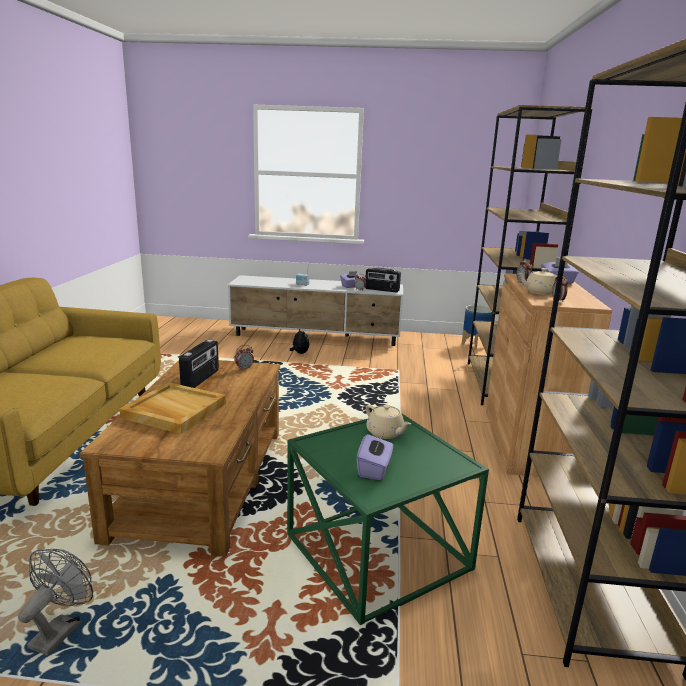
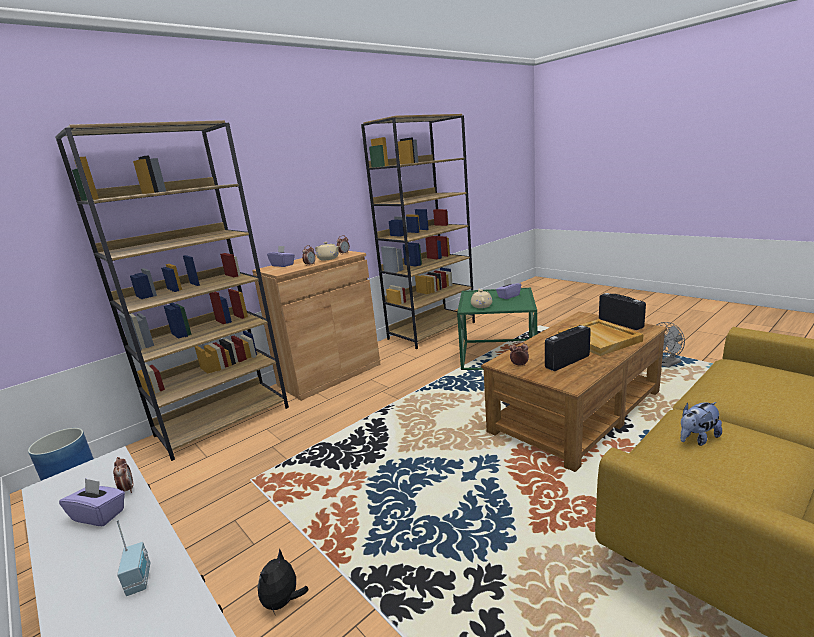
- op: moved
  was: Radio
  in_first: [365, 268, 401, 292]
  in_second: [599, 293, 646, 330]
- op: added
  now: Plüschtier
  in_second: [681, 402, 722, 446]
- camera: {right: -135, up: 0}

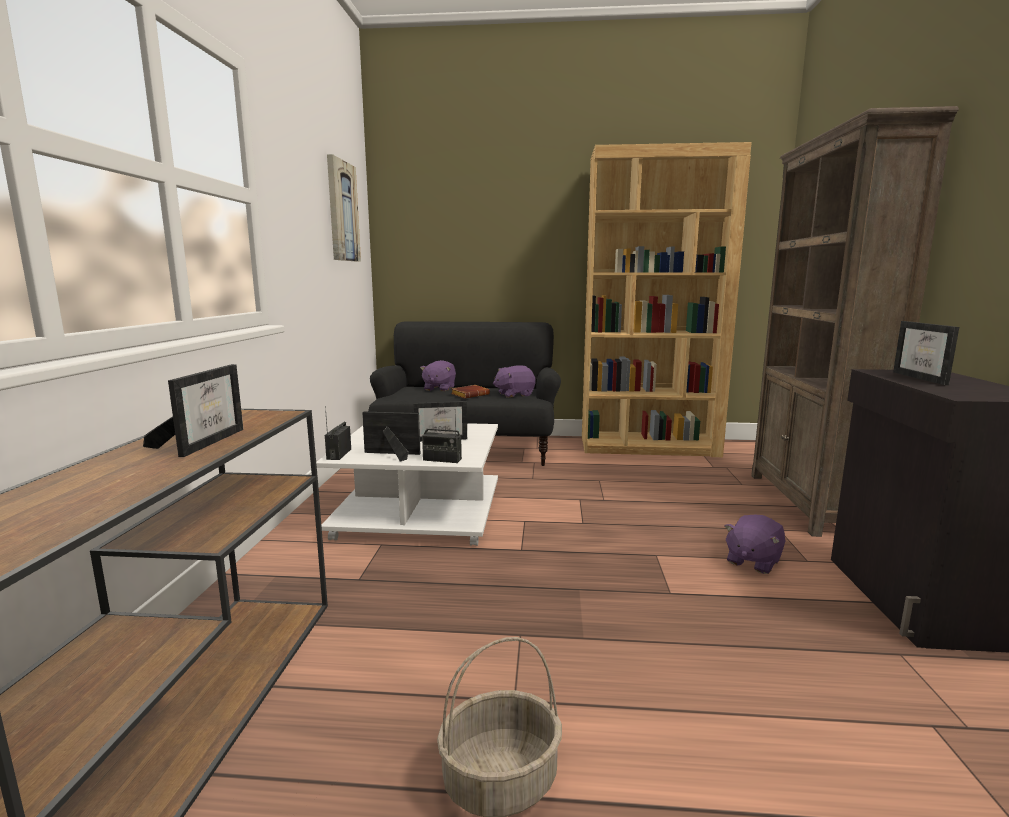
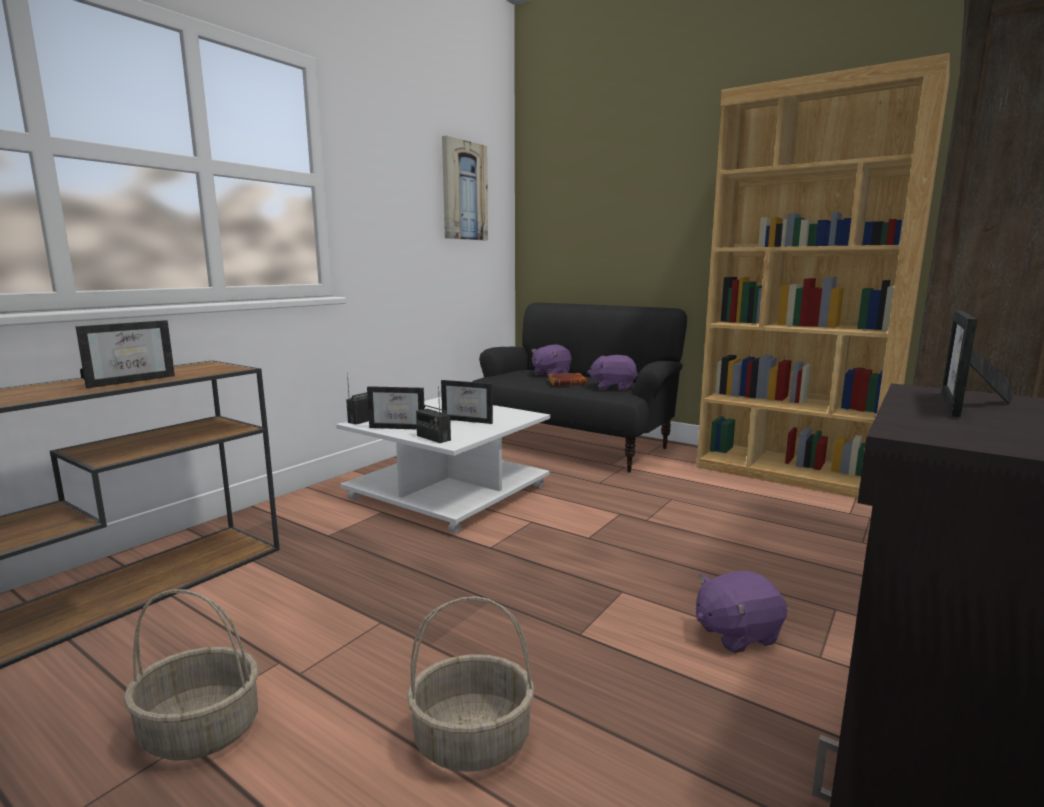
- op: turned
  was: Bilderrahmen
  in_first: [362, 411, 420, 462]
  in_second: [367, 386, 425, 430]
  clockwise: 150
- op: added
  now: Korb
  in_second: [407, 596, 534, 772]
- camera: {right: 30, up: 0}

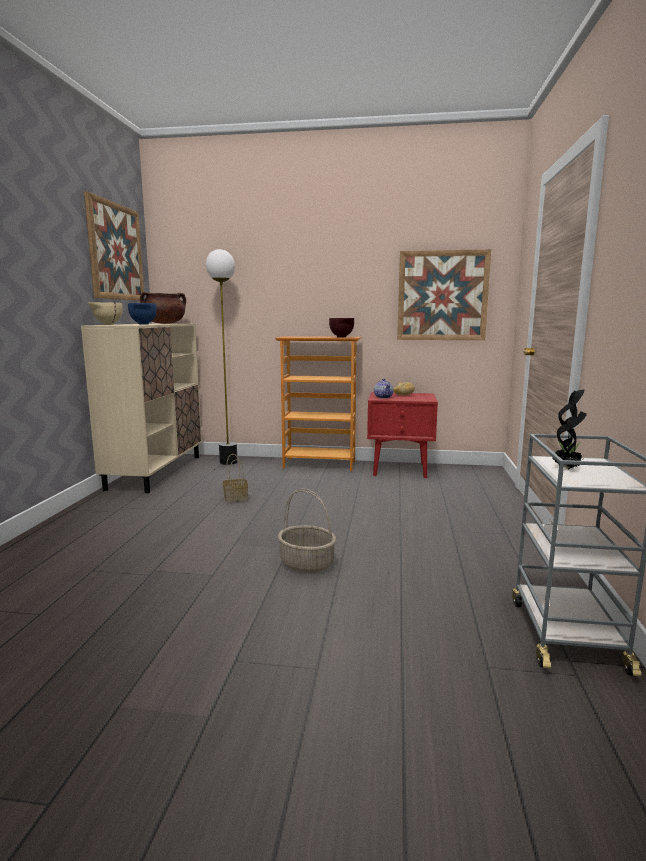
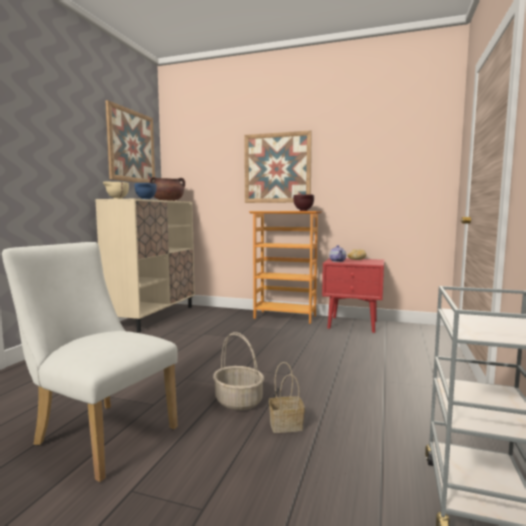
- op: removed
  was: Stehlampe
  in_first: [206, 249, 237, 465]
- op: moved
  was: Bild
  in_first: [397, 249, 491, 340]
  in_second: [244, 130, 312, 203]
- op: removed
  was: Topfpflanze
  in_first: [552, 389, 587, 470]
- op: moved
  was: Korb
  in_first: [223, 454, 248, 502]
  in_second: [269, 362, 305, 433]
- op: added
  now: Stuhl [weiß]
  in_second: [2, 242, 178, 482]
- camera: {right: 10, up: -5}

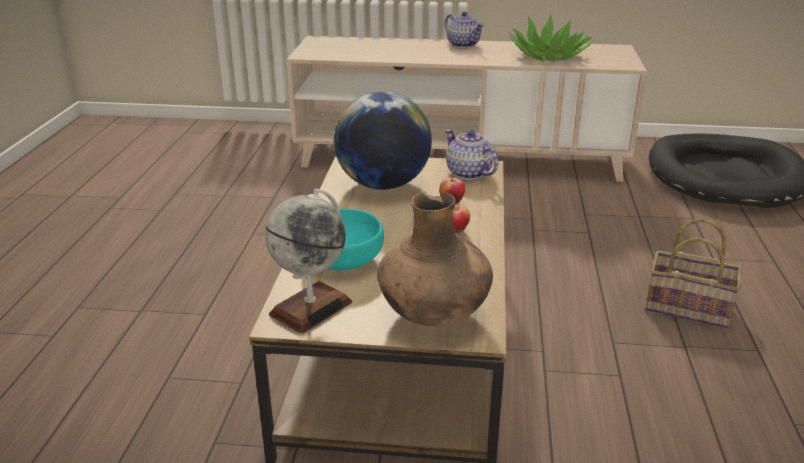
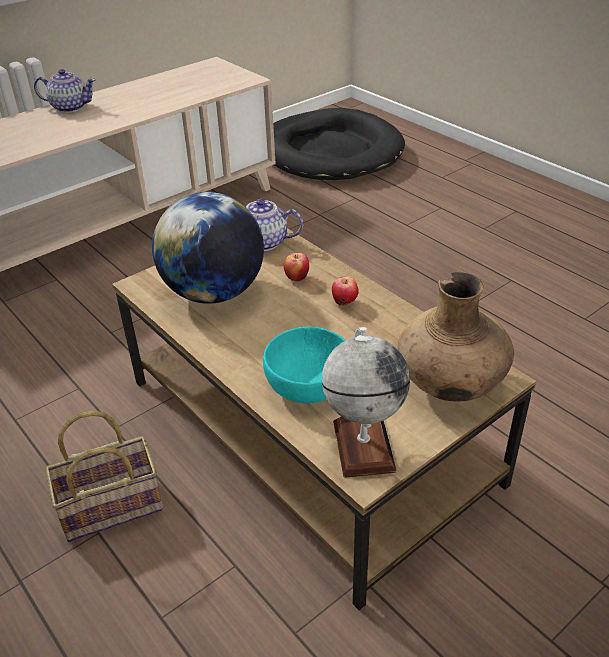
- op: removed
  was: Topfpflanze
  in_first: [508, 15, 595, 61]
- op: moved
  was: Korb
  in_first: [645, 218, 742, 328]
  in_second: [45, 411, 163, 542]
- camera: {right: -45, up: 10}

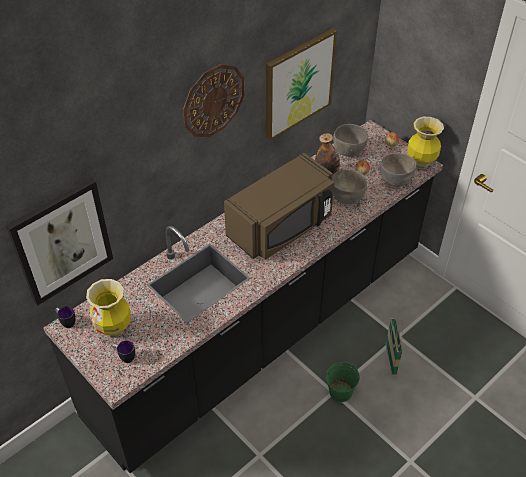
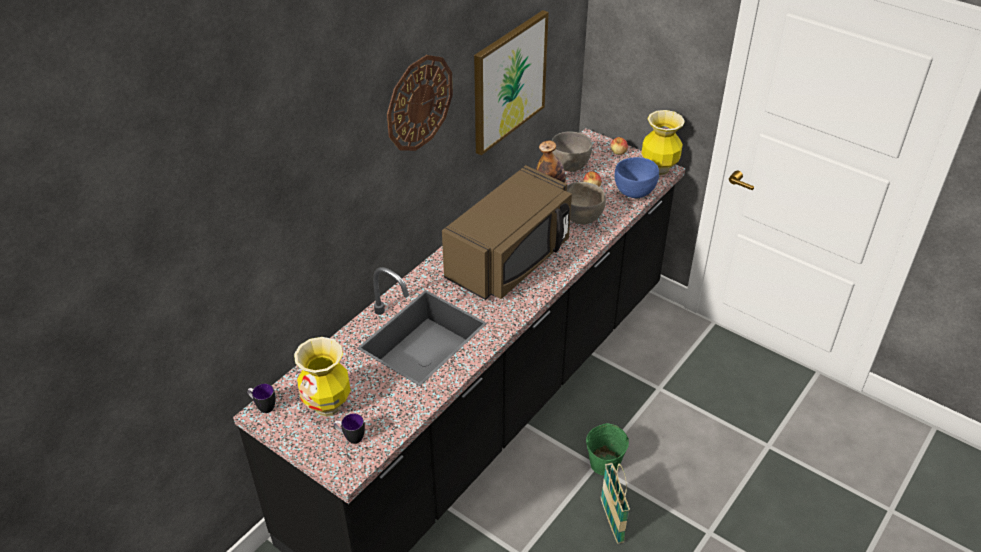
- op: recoloured
  was: Schüssel [grau]
  now: Schüssel [blau]
  in_first: [380, 153, 416, 187]
  in_second: [615, 157, 659, 198]
- op: removed
  was: Bild
  in_first: [6, 178, 113, 306]
- op: moved
  was: Korb
  in_first: [386, 317, 403, 375]
  in_second: [601, 463, 630, 544]
- camera: {right: -10, up: -5}

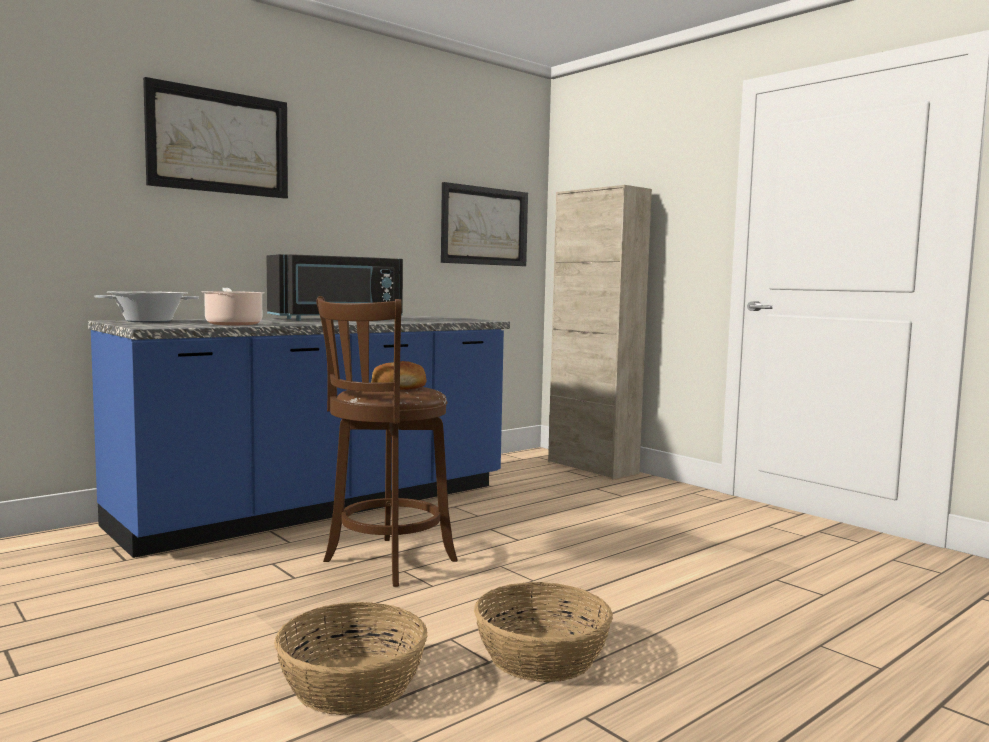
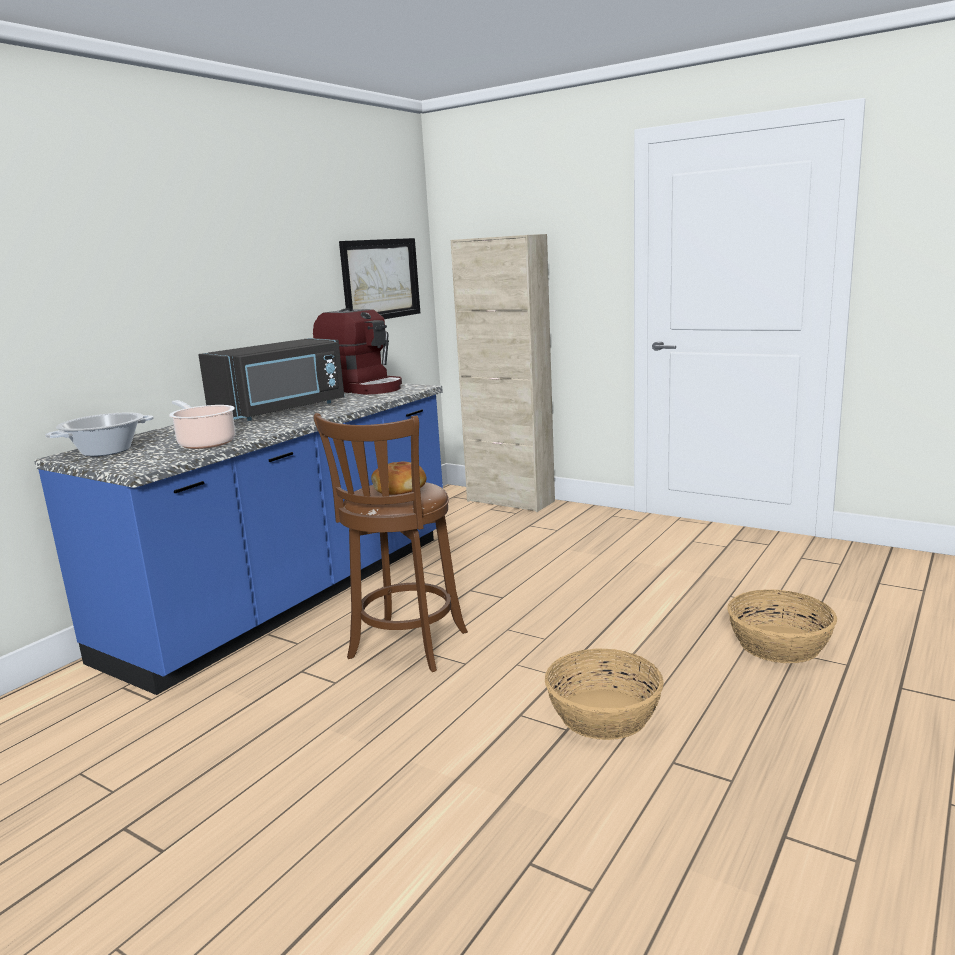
- op: removed
  was: Bild
  in_first: [143, 77, 288, 199]
- op: moved
  was: Korb
  in_first: [274, 602, 428, 715]
  in_second: [727, 589, 837, 663]
- op: added
  now: Kaffeemaschine
  in_second: [313, 309, 402, 395]
- camera: {right: -15, up: 10}

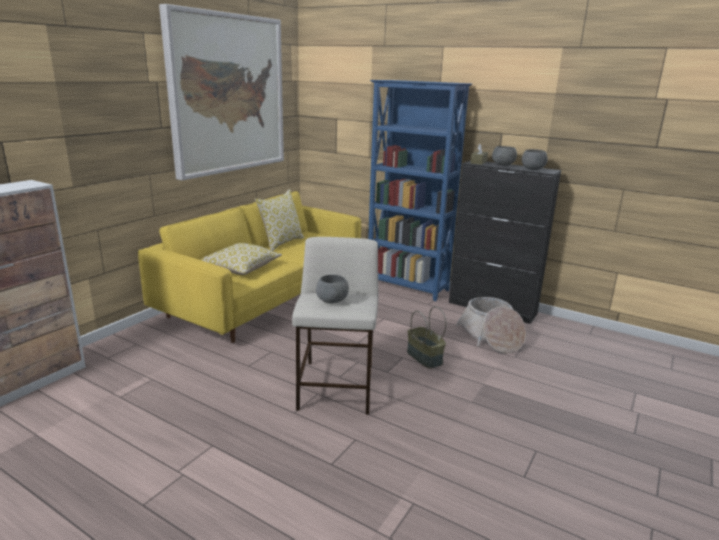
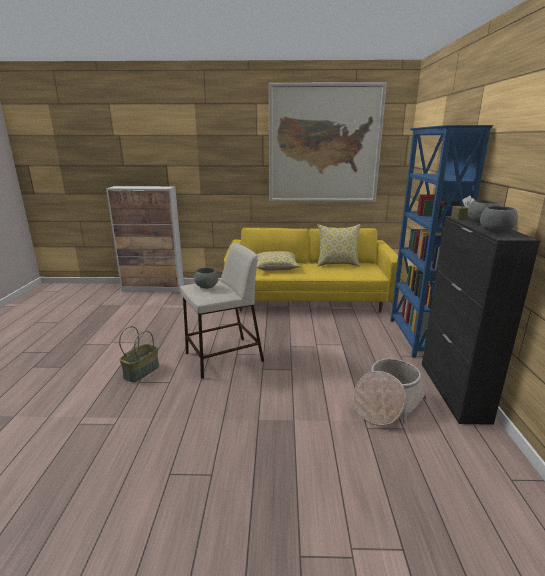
- op: moved
  was: Korb
  in_first: [407, 306, 446, 368]
  in_second: [119, 326, 159, 382]
- camera: {right: 60, up: 0}

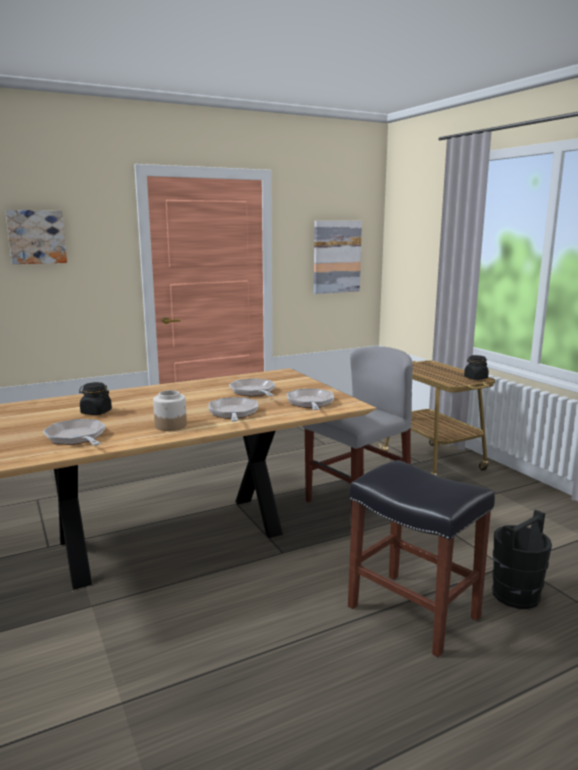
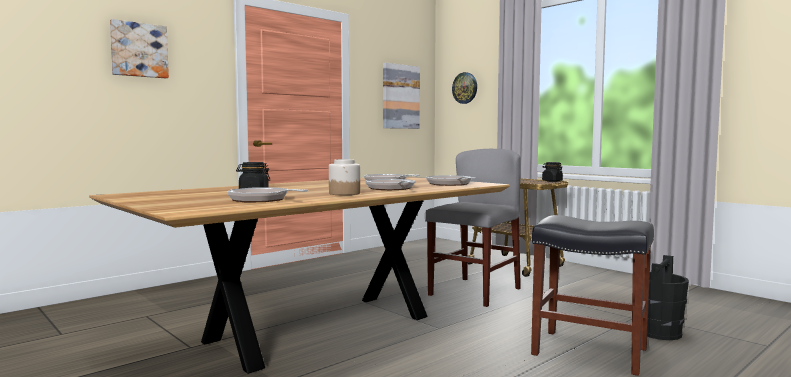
- op: added
  now: Wanduhr
  in_second: [452, 72, 477, 104]
- camera: {right: -15, up: -10}

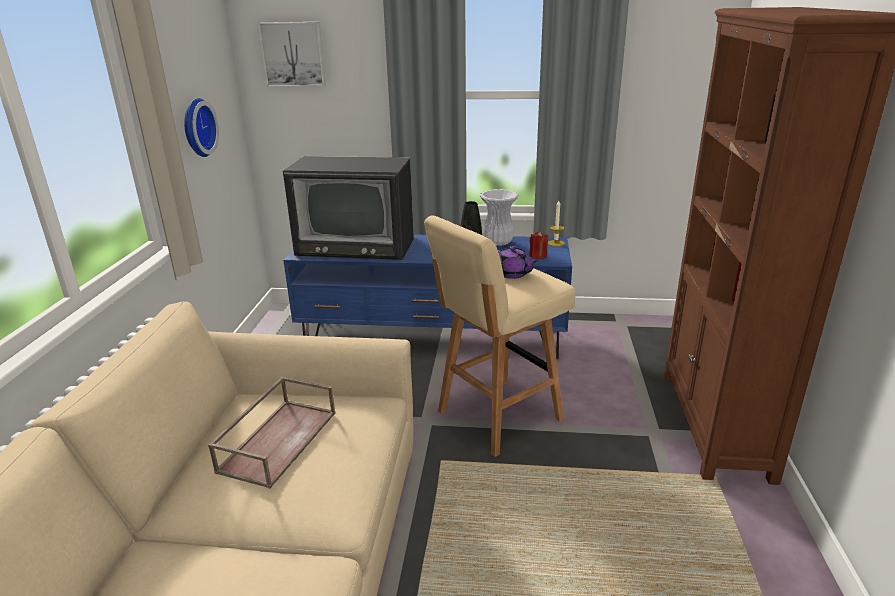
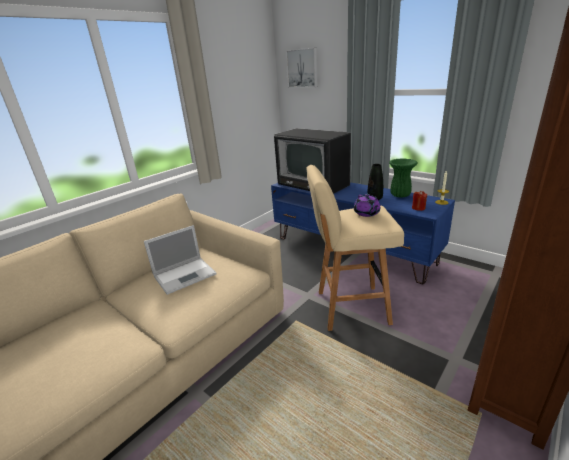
- op: removed
  was: Wanduhr
  in_first: [184, 98, 219, 157]
- op: recoloured
  was: Vase [weiß]
  now: Vase [grün]
  in_first: [480, 189, 519, 246]
  in_second: [389, 158, 418, 198]
- op: replaced
  was: Tablett [braun]
  now: Laptop
  in_first: [208, 376, 335, 489]
  in_second: [144, 225, 217, 295]
- camera: {right: 35, up: 0}

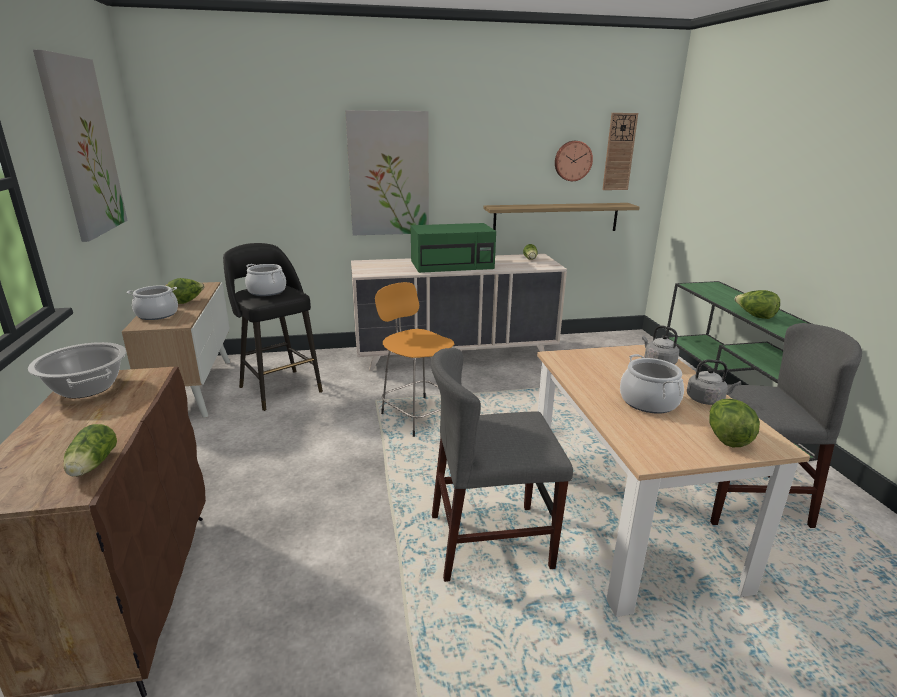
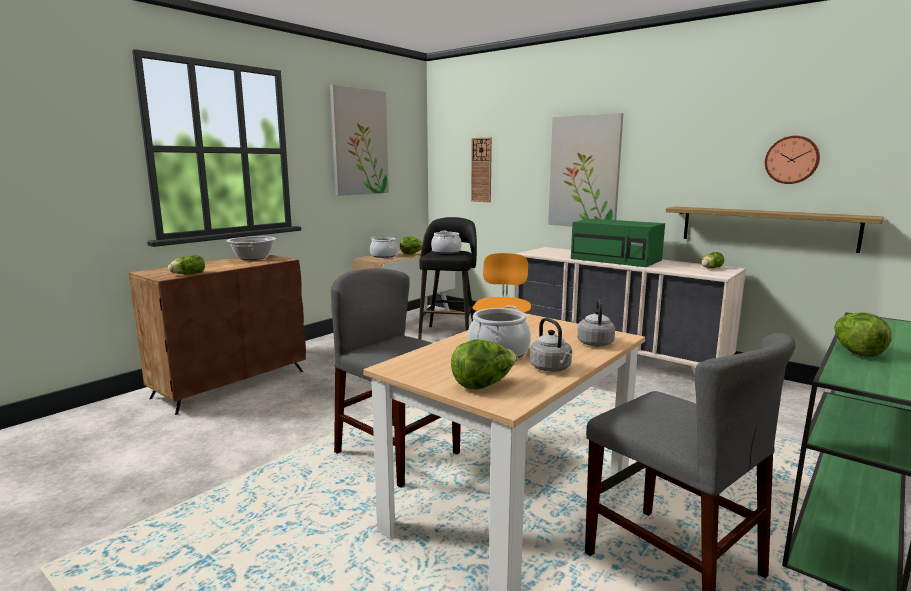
- op: moved
  was: Wanduhr
  in_first: [602, 113, 638, 190]
  in_second: [471, 137, 492, 202]
- camera: {right: 50, up: -10}

